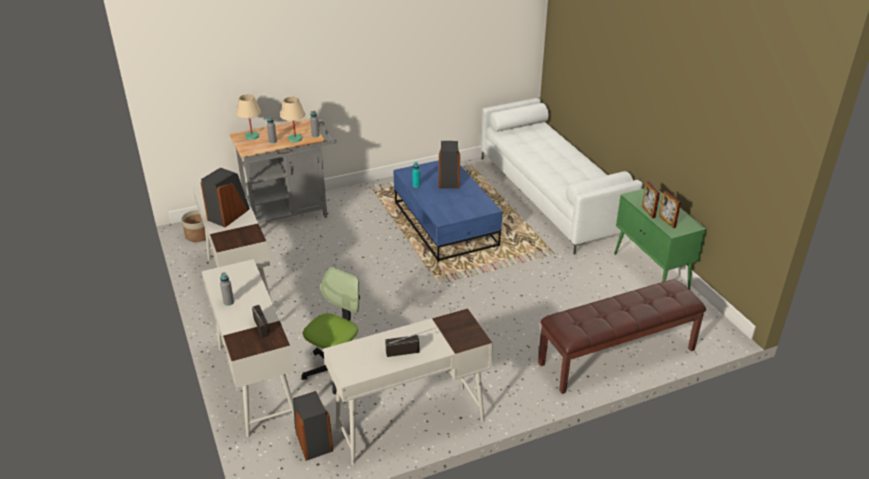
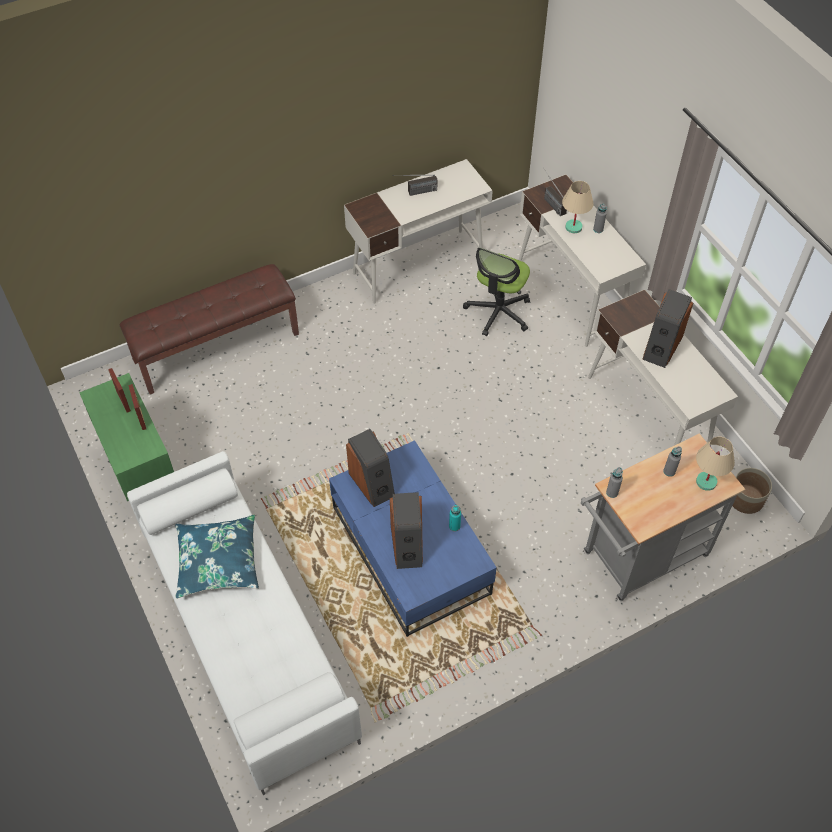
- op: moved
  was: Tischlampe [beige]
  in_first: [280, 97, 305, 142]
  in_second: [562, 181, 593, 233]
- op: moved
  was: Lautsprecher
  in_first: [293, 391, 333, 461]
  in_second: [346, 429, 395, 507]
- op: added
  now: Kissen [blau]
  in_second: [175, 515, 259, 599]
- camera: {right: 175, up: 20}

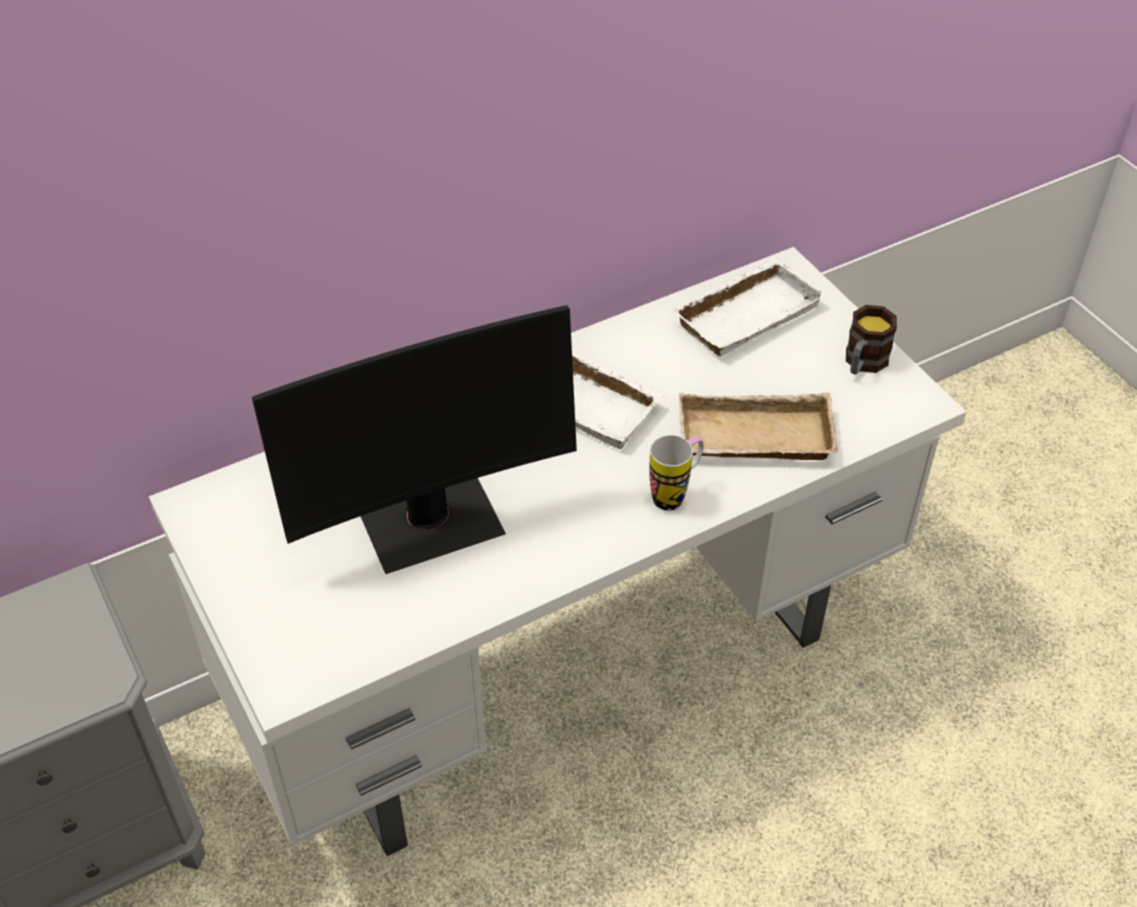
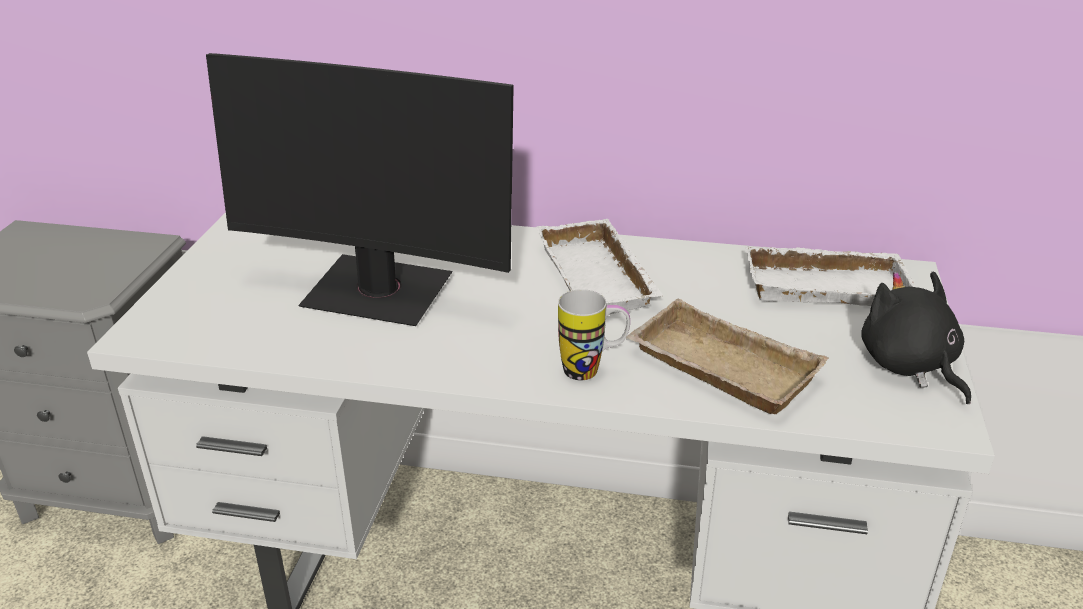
- op: replaced
  was: Henkelbecher
  now: Plüschtier [schwarz]
  in_first: [846, 305, 897, 375]
  in_second: [861, 271, 971, 404]
- camera: {right: 40, up: -15}

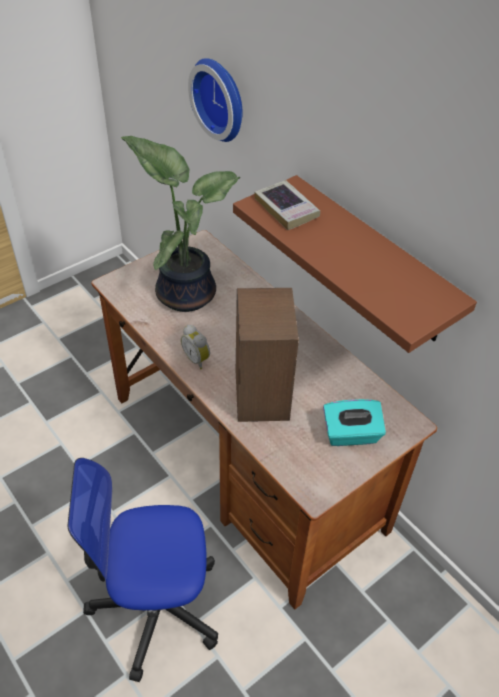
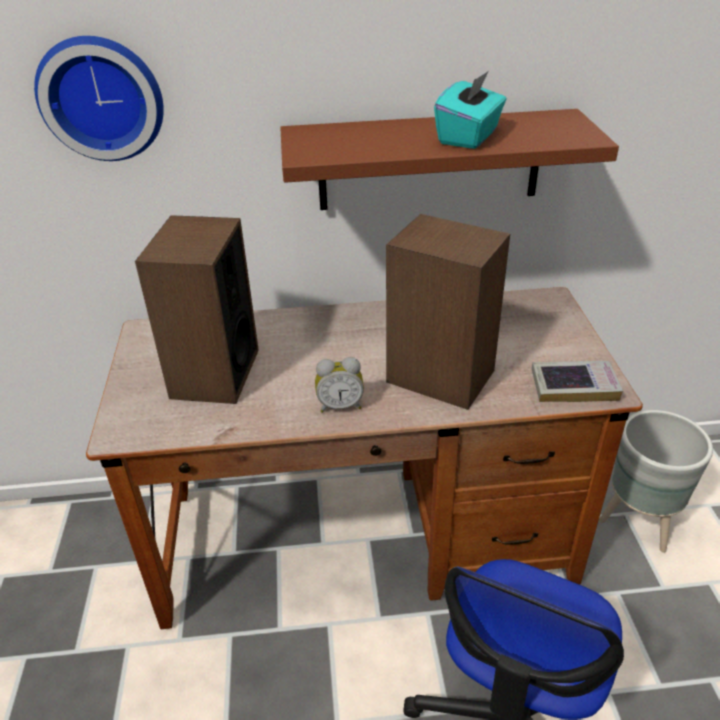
- op: replaced
  was: Topfpflanze
  now: Lautsprecher
  in_first: [121, 136, 241, 312]
  in_second: [135, 215, 259, 404]
- op: moved
  was: Buch
  in_first: [254, 180, 320, 230]
  in_second: [532, 361, 623, 402]
- op: moved
  was: Taschentuchbox [türkis]
  in_first: [323, 399, 386, 446]
  in_second: [434, 71, 506, 149]
- op: added
  now: Pflanzkübel [grau]
  in_second: [599, 410, 713, 553]
- camera: {right: -55, up: -10}

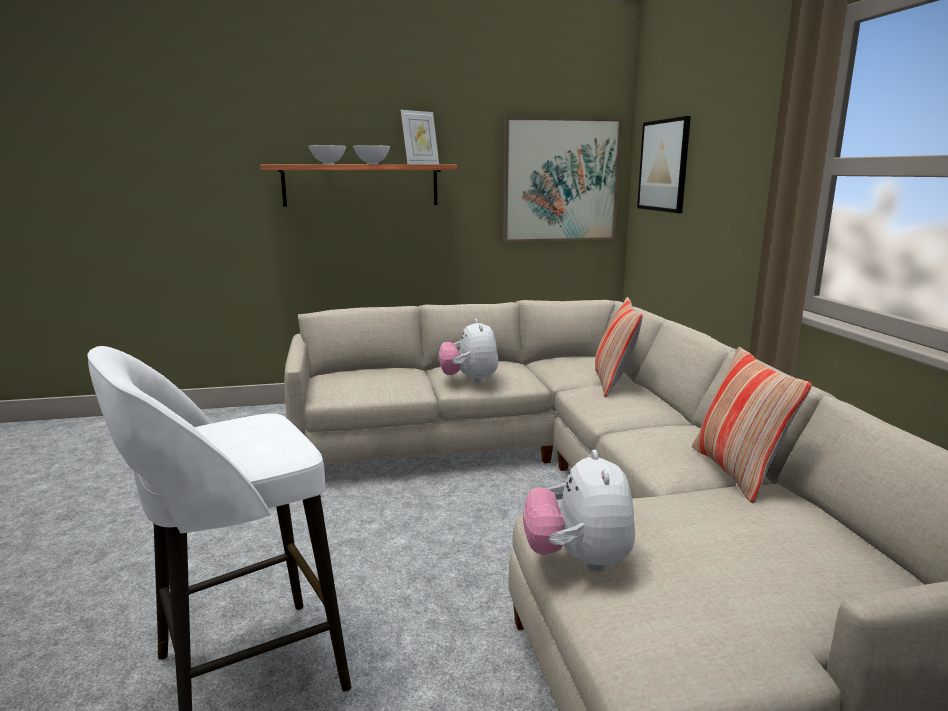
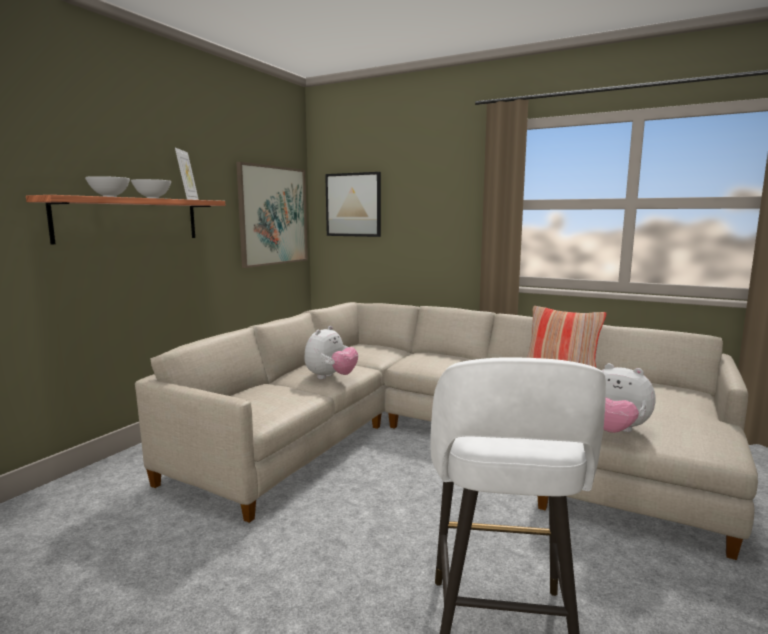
- op: removed
  was: Kissen
  in_first: [595, 297, 643, 398]
- op: turned
  was: Plüschtier
  in_first: [439, 319, 498, 383]
  in_second: [304, 326, 358, 379]
  clockwise: -90
- camera: {right: -50, up: -5}

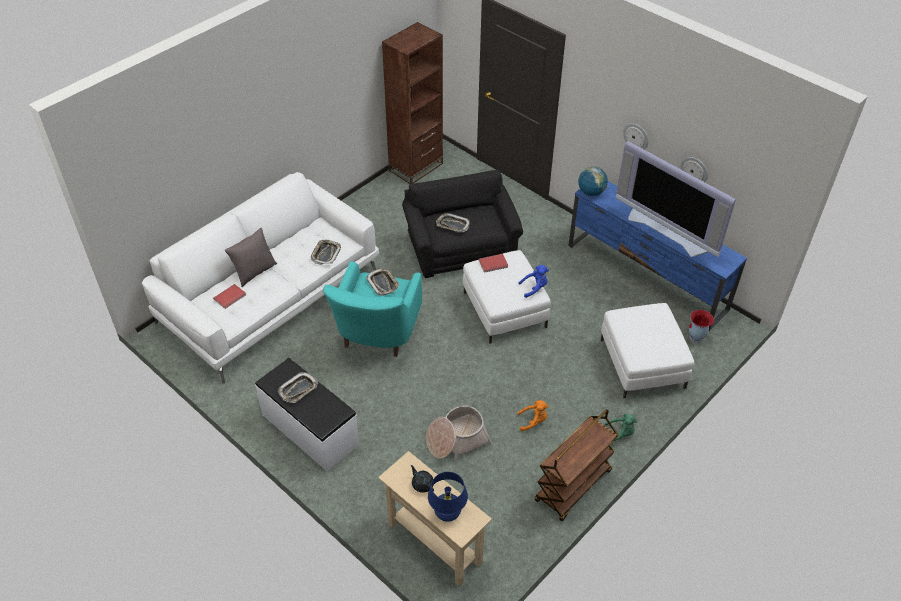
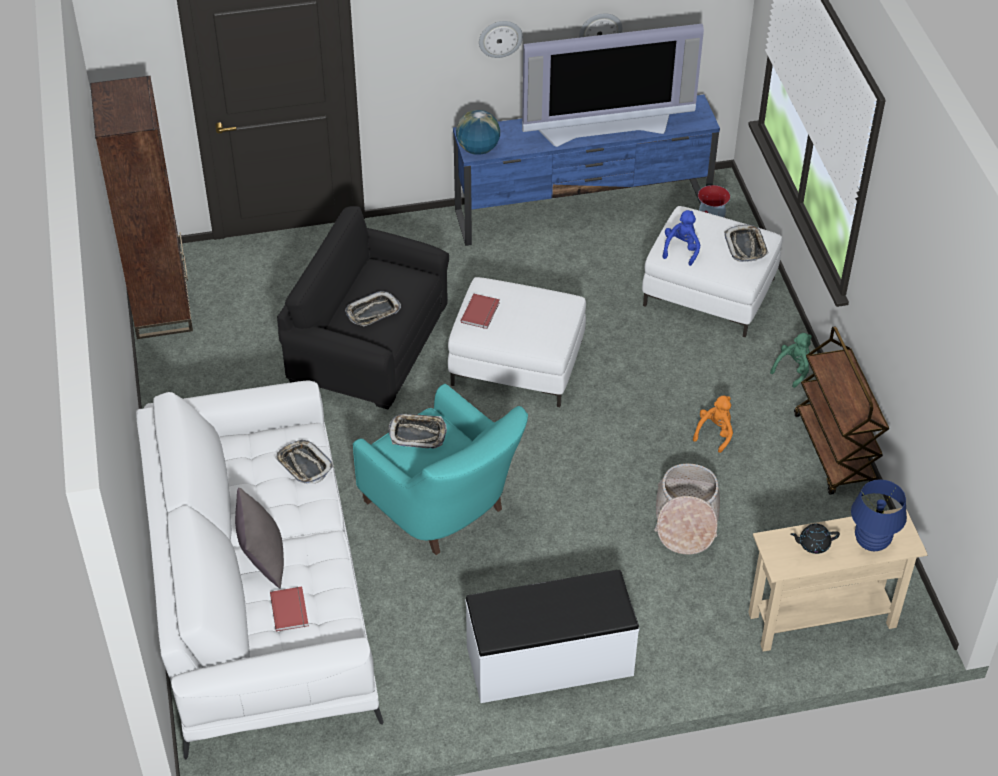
- op: moved
  was: Plüschtier [blau]
  in_first: [518, 265, 549, 298]
  in_second: [662, 210, 700, 266]
- op: moved
  was: Tablett
  in_first: [278, 372, 318, 403]
  in_second: [724, 224, 769, 262]
- camera: {right: -55, up: 0}

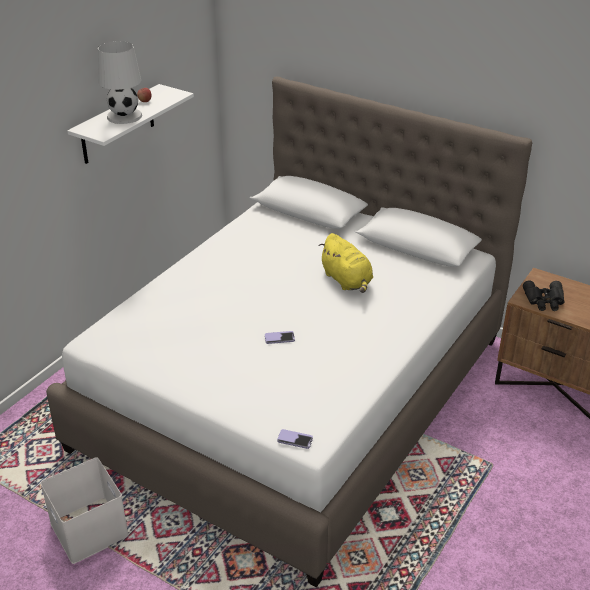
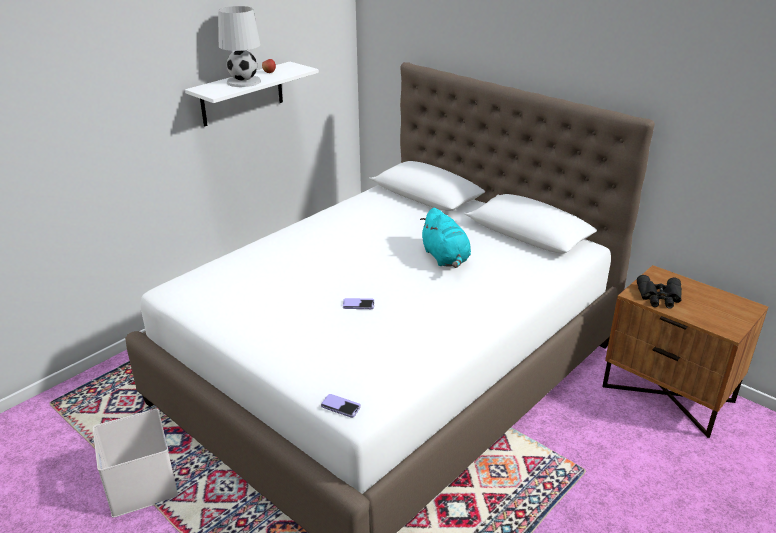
- op: recoloured
  was: Plüschtier [gelb]
  now: Plüschtier [türkis]
  in_first: [319, 233, 373, 293]
  in_second: [420, 207, 471, 268]
- camera: {right: 10, up: -5}

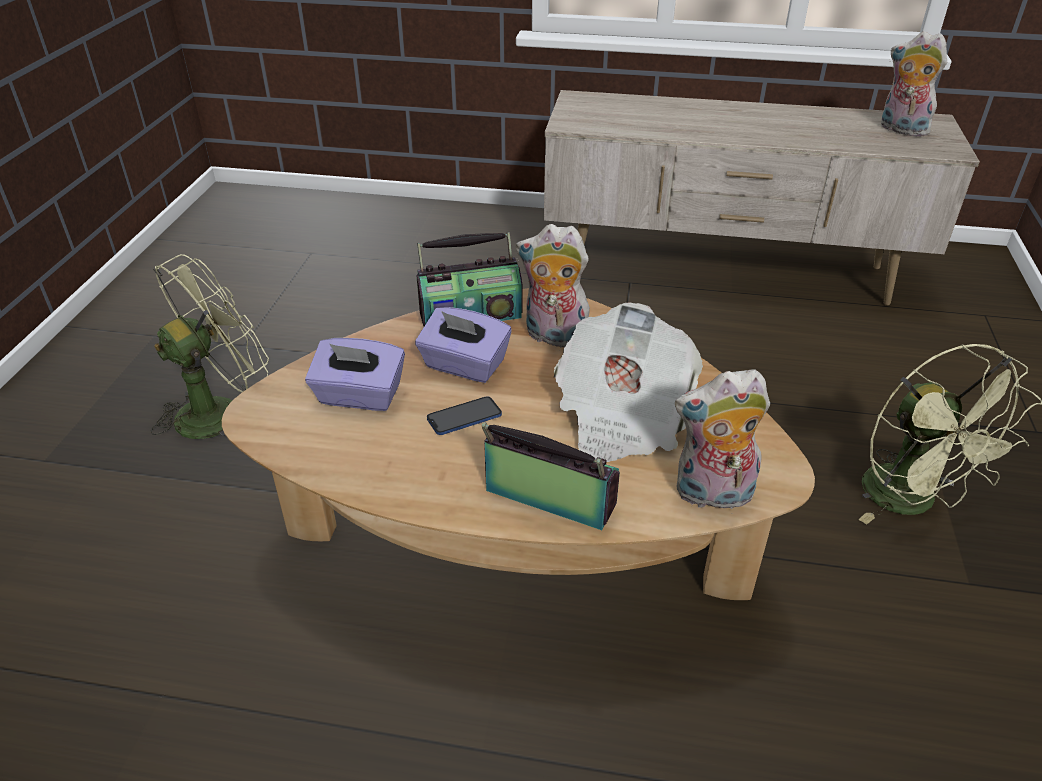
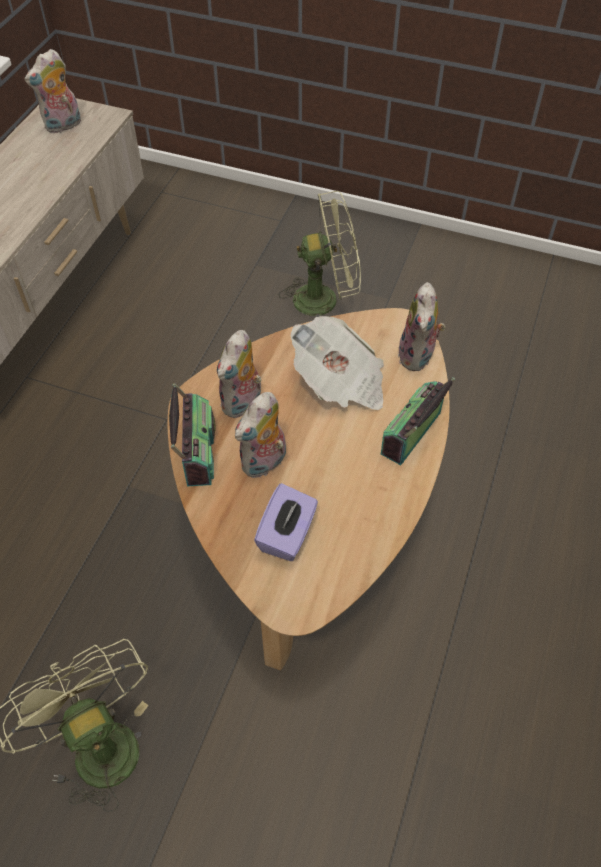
- op: replaced
  was: Taschentuchbox [lila]
  now: Plüschtier
  in_first: [415, 307, 512, 383]
  in_second: [235, 392, 286, 478]
- op: removed
  was: Handy
  in_first: [427, 396, 502, 435]
- camera: {right: -80, up: 15}

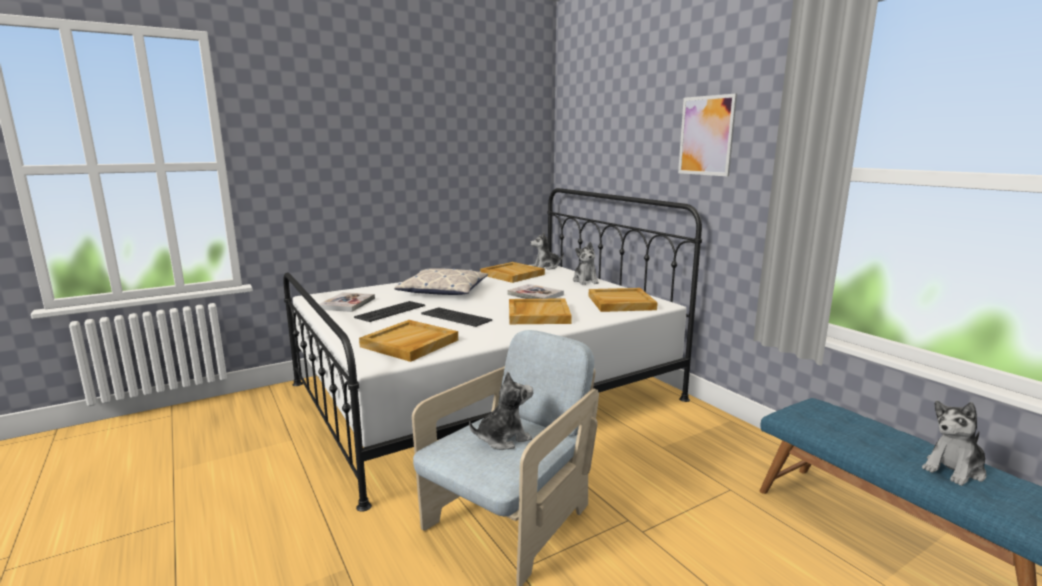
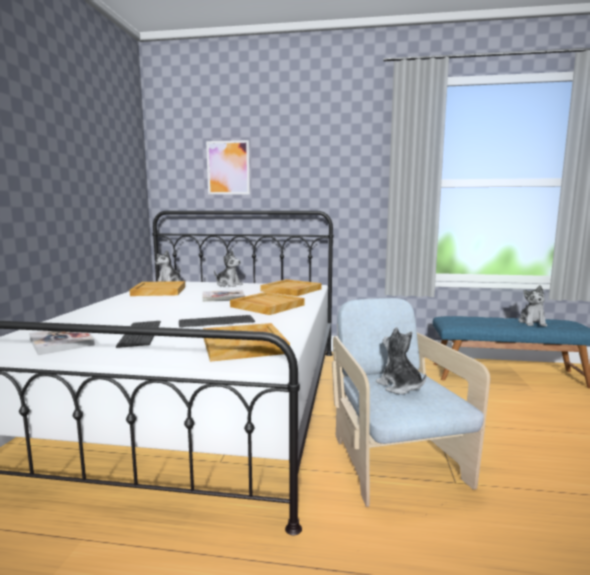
- op: moved
  was: Bild
  in_first: [678, 93, 737, 176]
  in_second: [206, 140, 250, 195]
- op: removed
  was: Kissen
  in_first: [394, 268, 488, 295]
- op: turned
  was: Plüschtier
  in_first: [469, 371, 533, 450]
  in_second: [376, 327, 427, 394]
  clockwise: -45
- camera: {right: -50, up: -5}

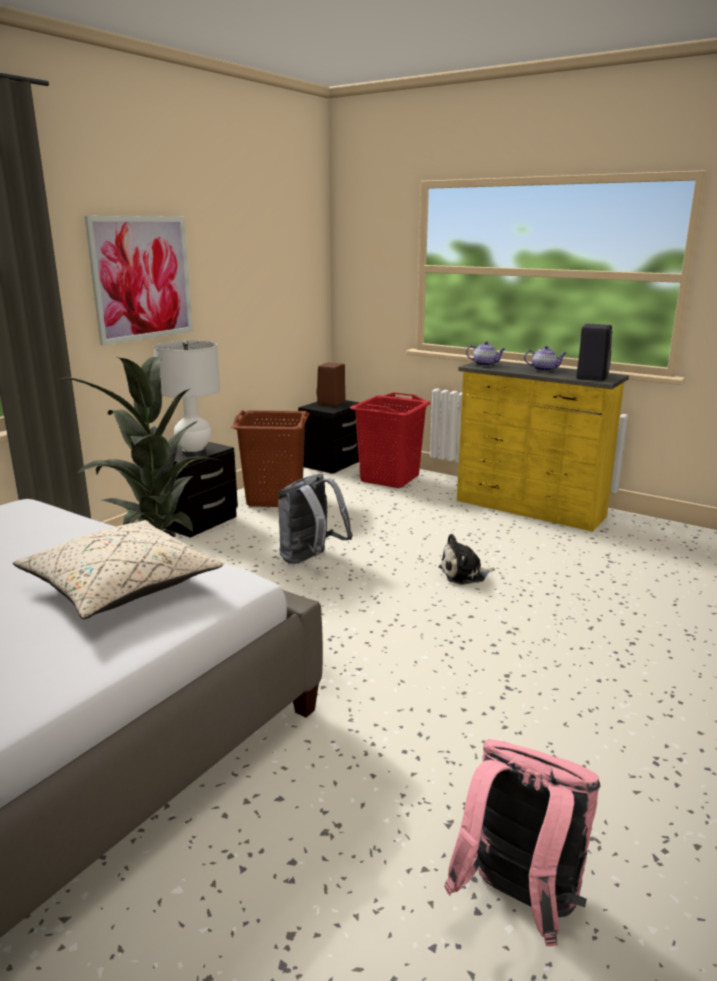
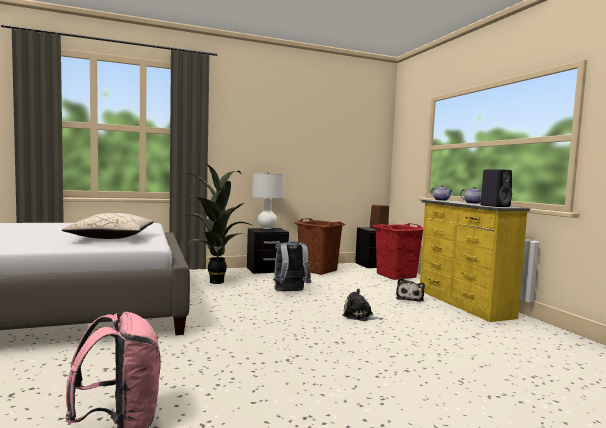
- op: removed
  was: Bild
  in_first: [85, 216, 193, 345]
- op: added
  now: Plüschtier
  in_second: [396, 278, 425, 302]
- camera: {right: 35, up: -15}

